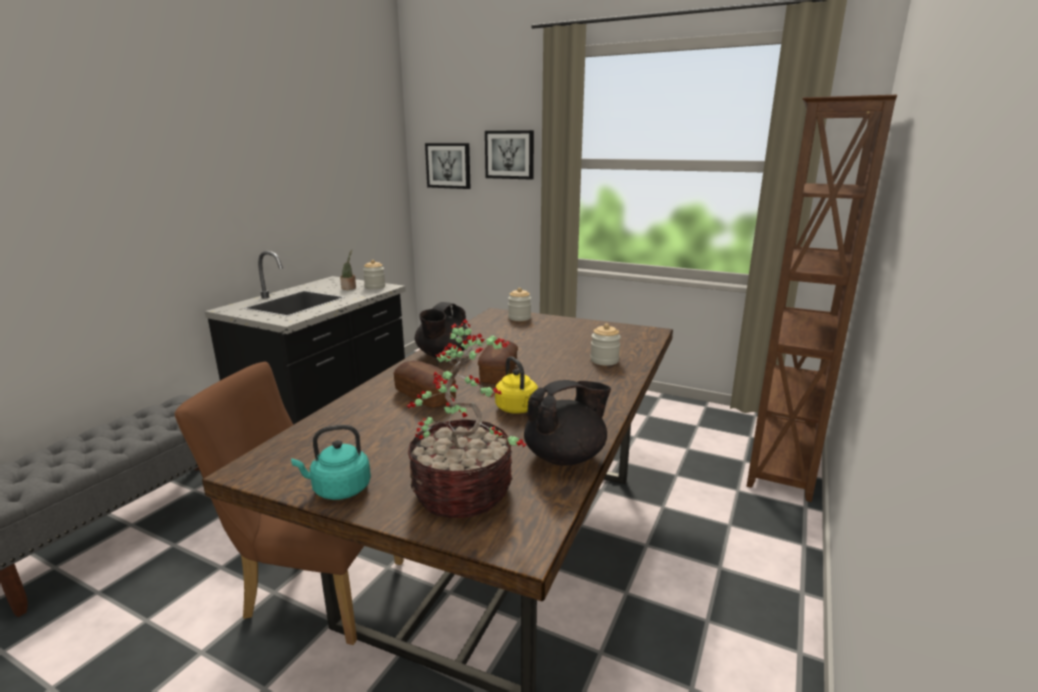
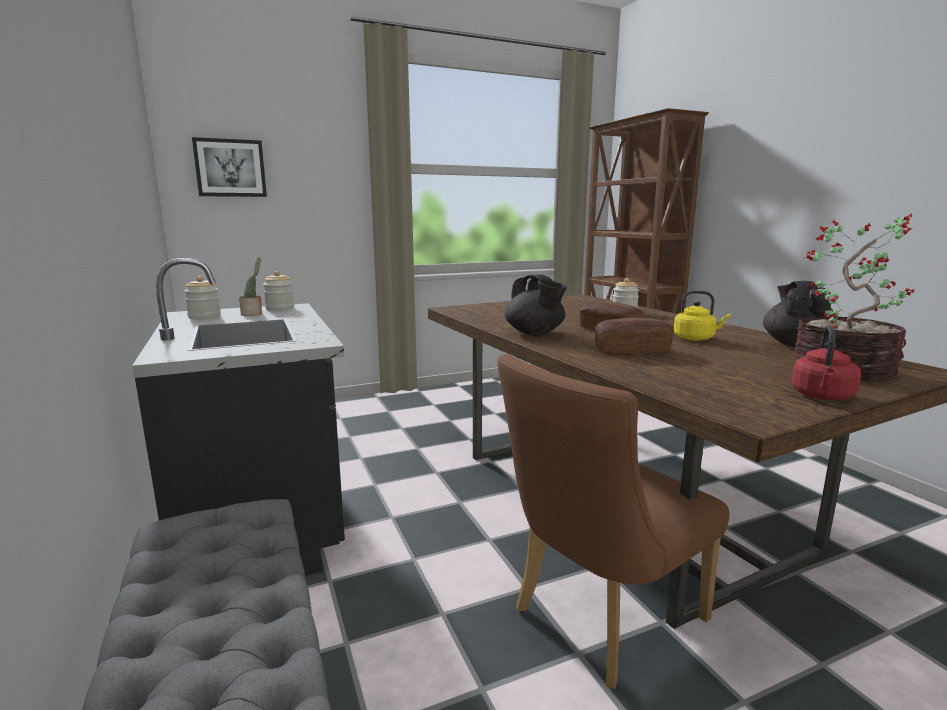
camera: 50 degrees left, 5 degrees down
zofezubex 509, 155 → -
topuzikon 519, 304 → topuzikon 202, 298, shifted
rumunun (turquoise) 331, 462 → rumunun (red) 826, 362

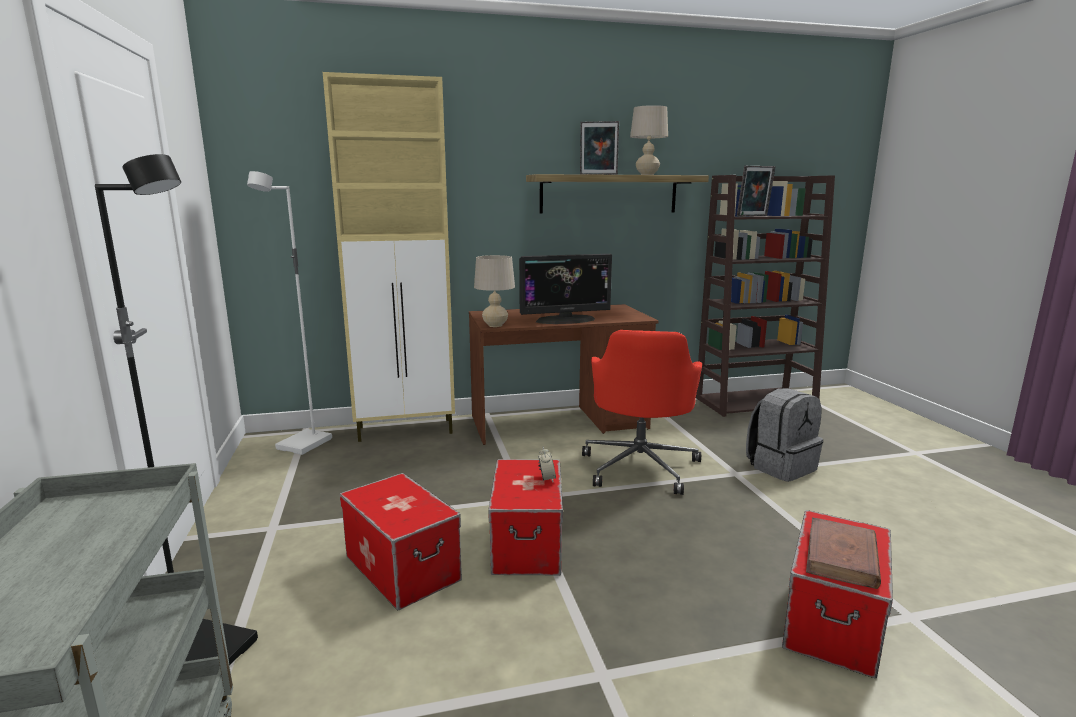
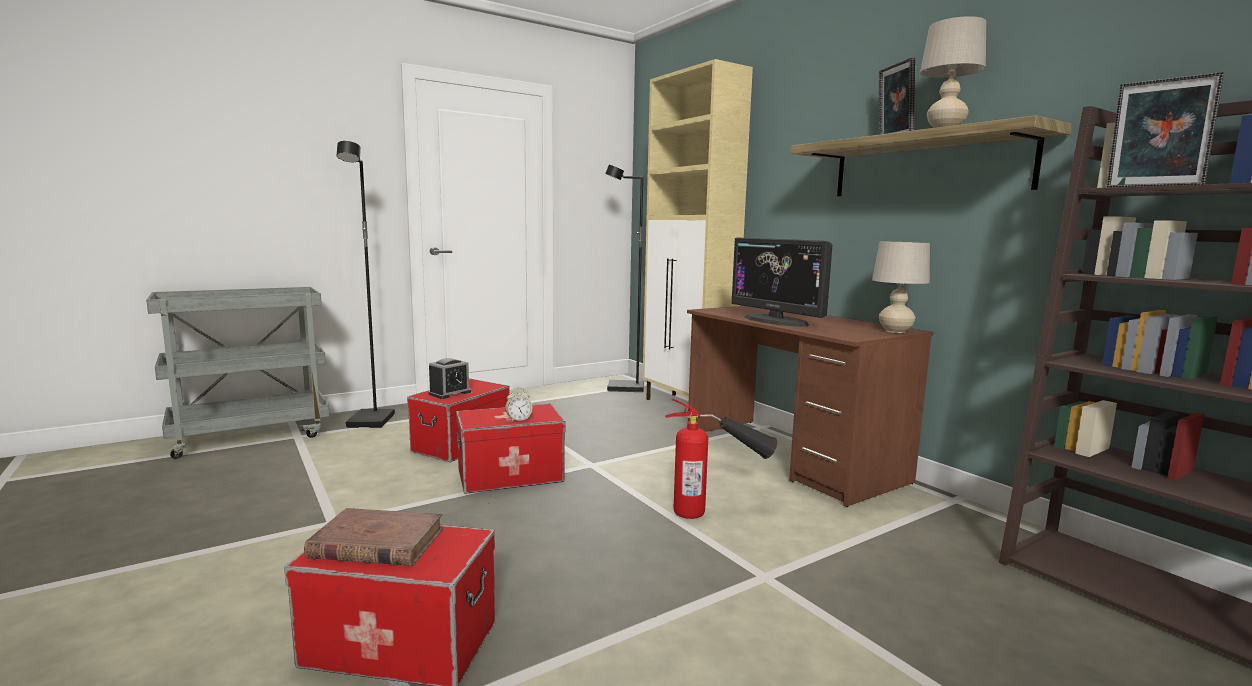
camera: 70 degrees right, 5 degrees down
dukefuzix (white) 289, 313 → dukefuzix (black) 624, 278
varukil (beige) 494, 291 → varukil (beige) 901, 287, shifted
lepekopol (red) 642, 412 → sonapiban 721, 458
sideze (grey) 784, 435 → -
- → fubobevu 449, 378

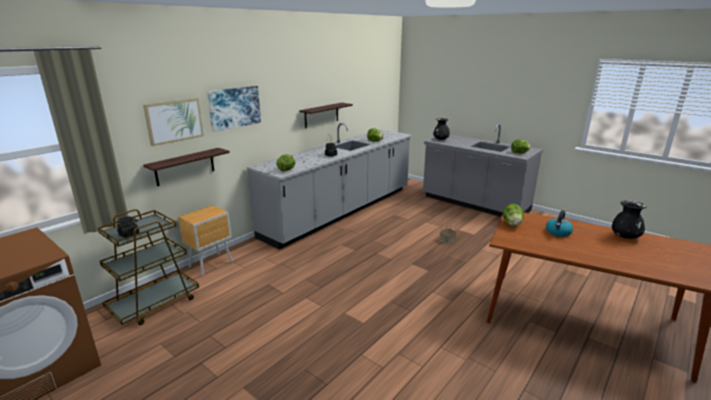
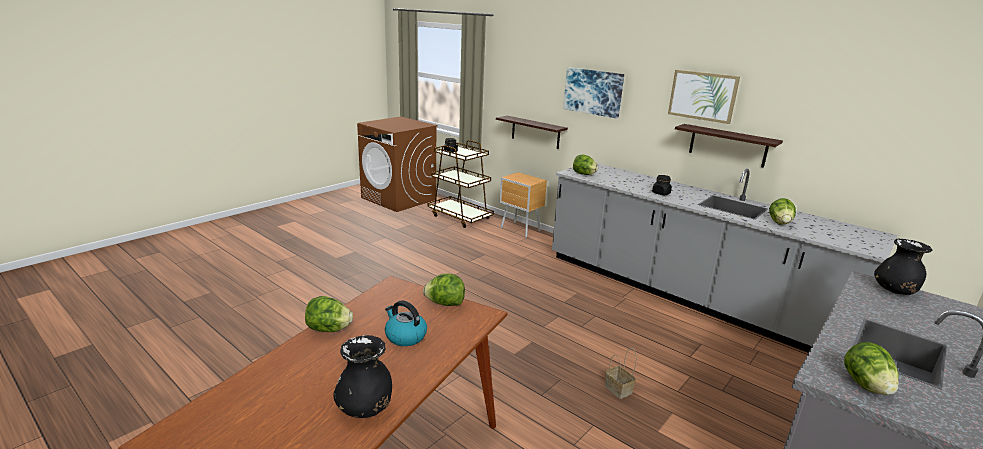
camera: 90 degrees right, 0 degrees up
zofezubex 173, 122 → zofezubex 704, 97, shifted
- → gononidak 329, 314

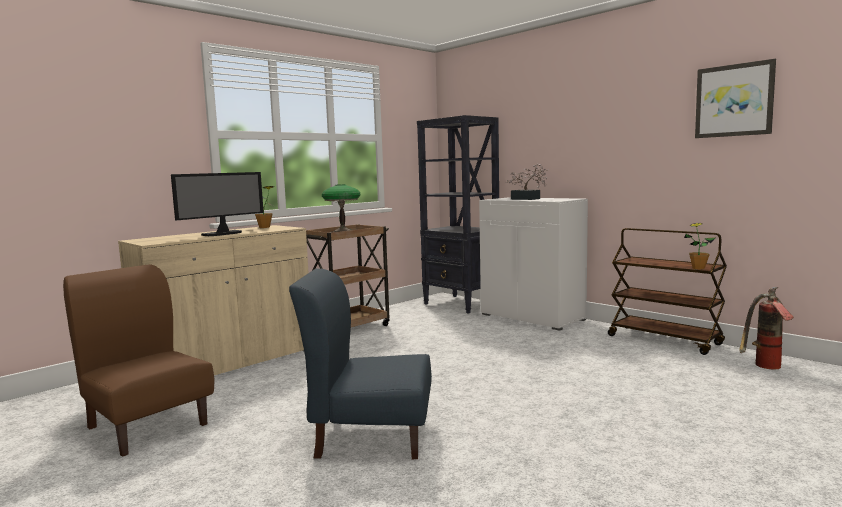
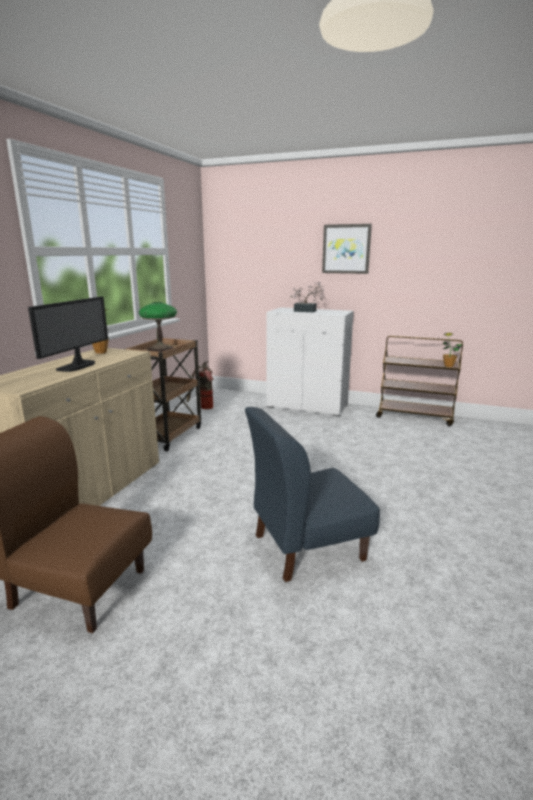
camera: 25 degrees left, 10 degrees up
zofezubex 735, 98 → zofezubex 347, 249, shifted
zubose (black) 458, 214 → -
sonapiban 766, 328 → sonapiban 200, 385, shifted

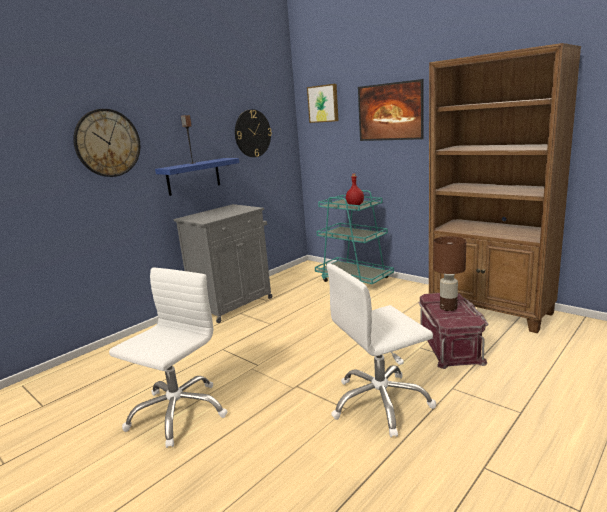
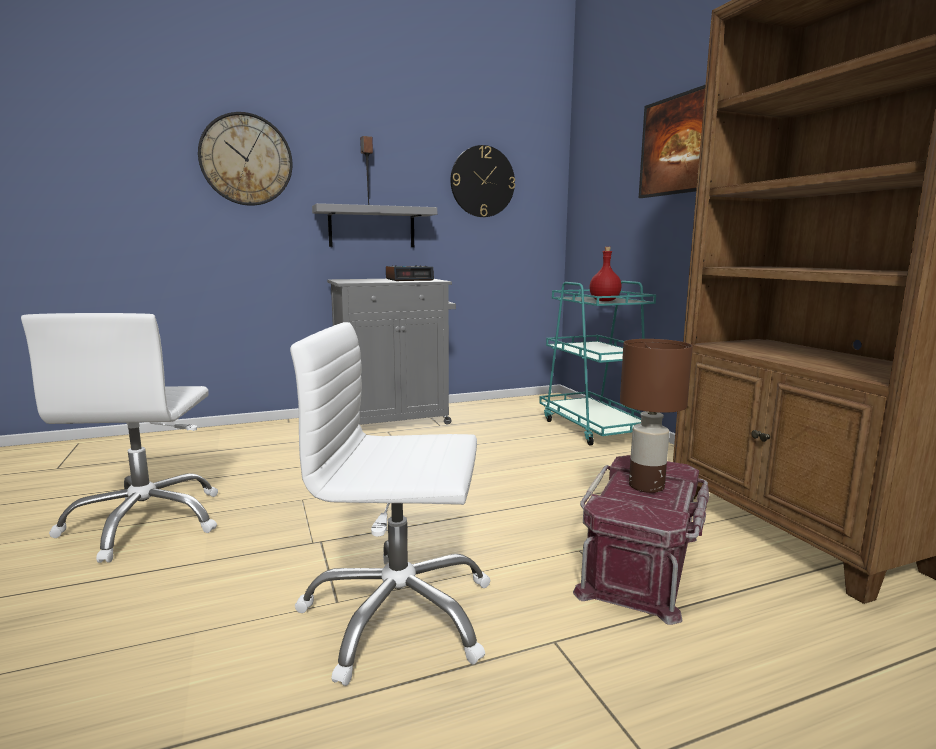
camera: 25 degrees right, 5 degrees down
zofezubex 323, 103 → -
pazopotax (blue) 197, 177 → pazopotax (grey) 374, 225
lepekopol (white) 168, 357 → lepekopol (white) 119, 438, 120 degrees clockwise
- → fubobevu 410, 273

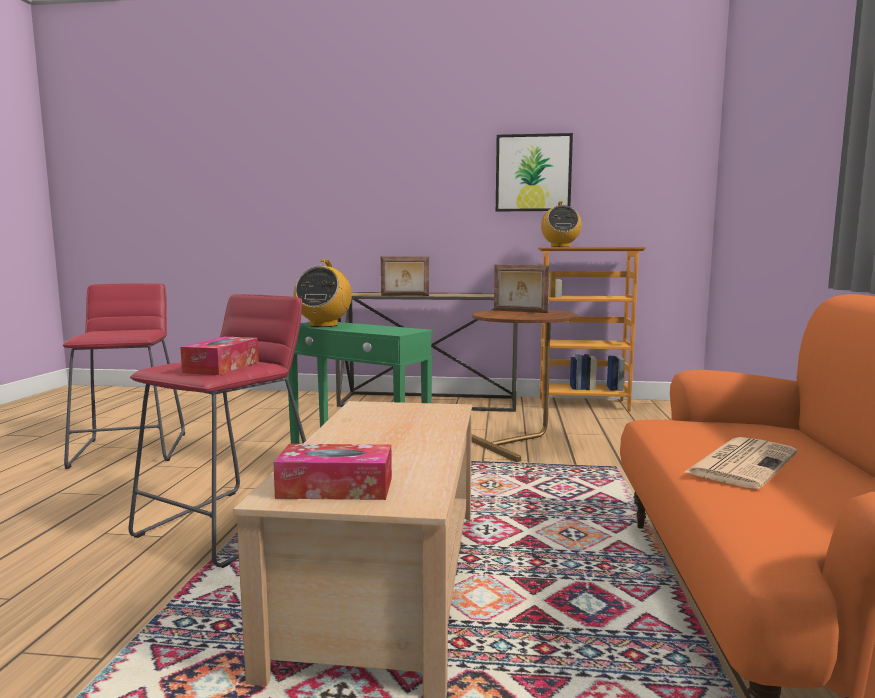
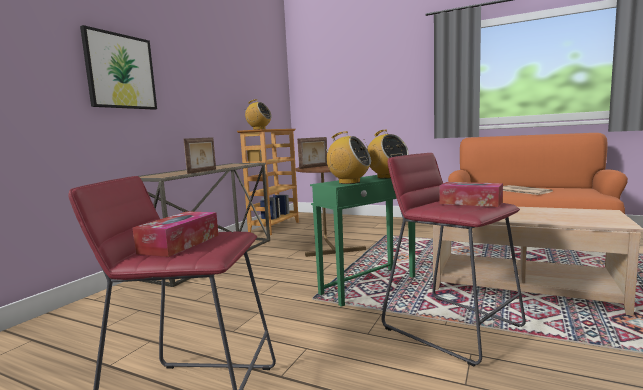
camera: 70 degrees left, 0 degrees up
zofezubex 534, 172 → zofezubex 118, 67, shifted
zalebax 332, 472 → zalebax 176, 234, shifted
- → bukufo 385, 154

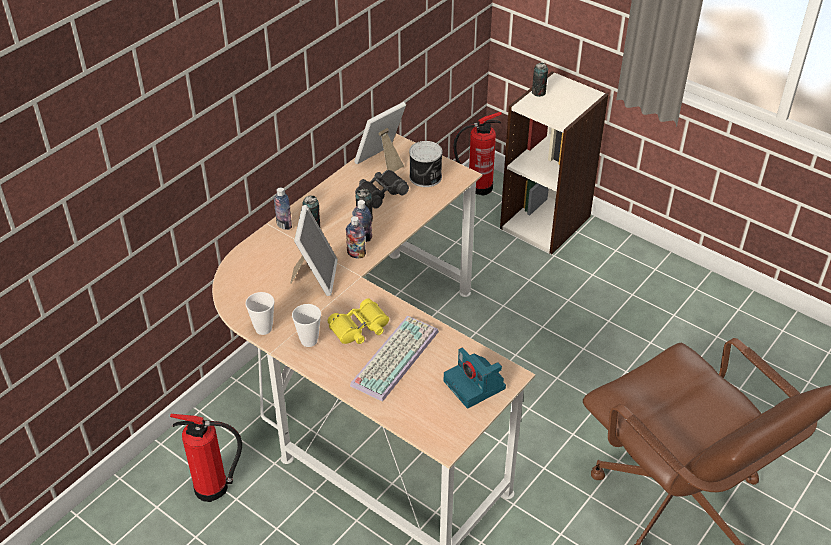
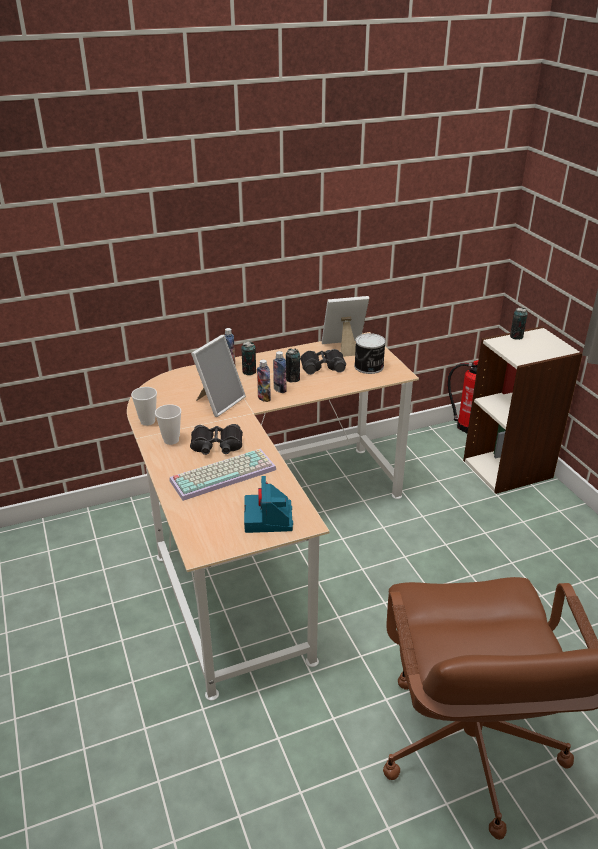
camera: 30 degrees right, 10 degrees down
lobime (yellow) 358, 321 → lobime (black) 216, 439
sonapiban 206, 458 → -

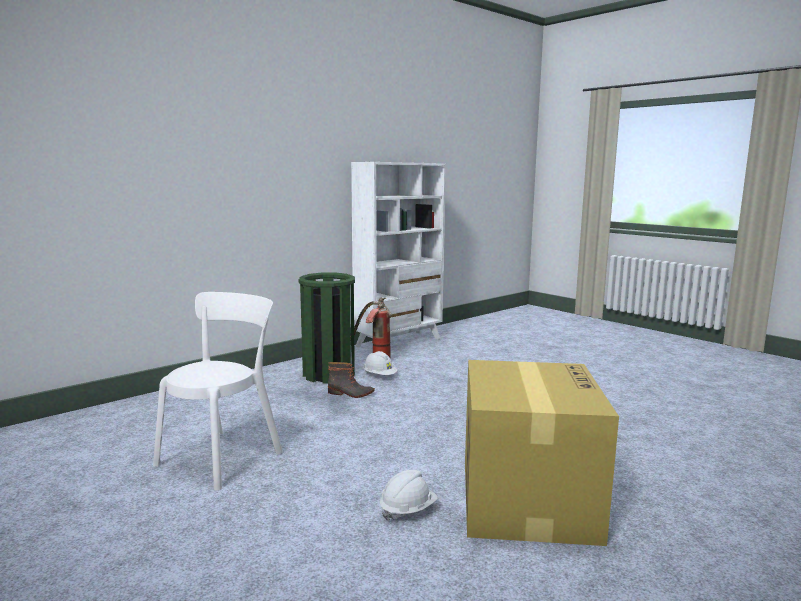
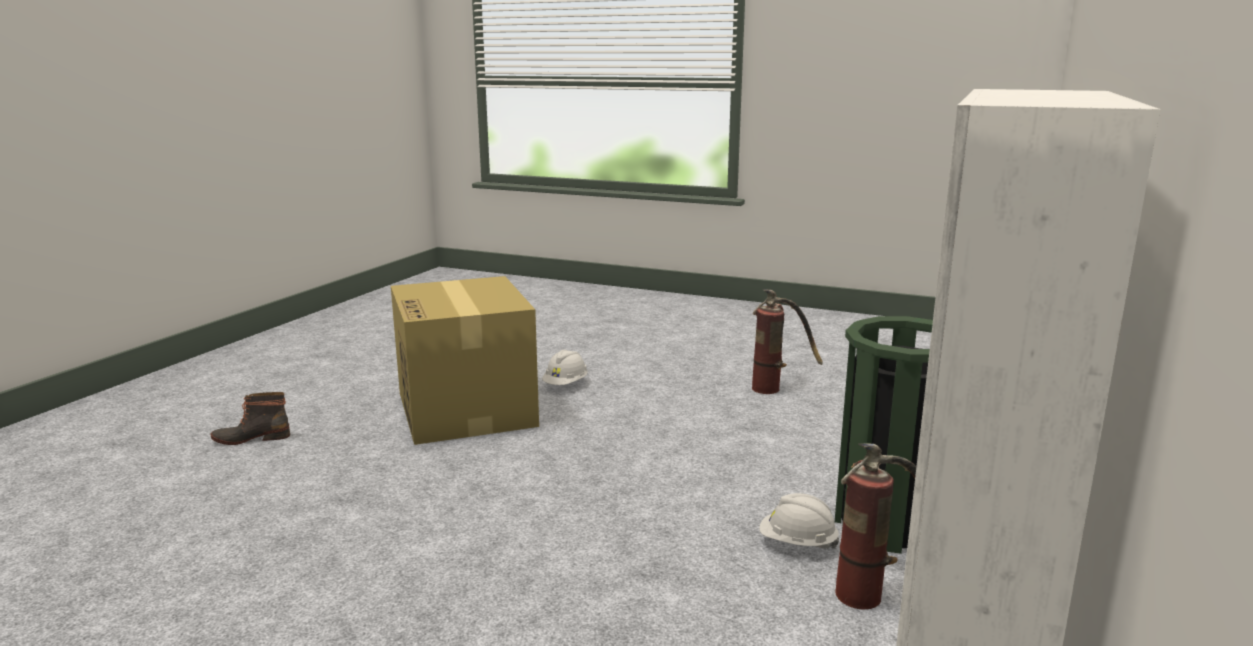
camera: 155 degrees right, 5 degrees up
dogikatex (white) 218, 391 → sonapiban 787, 341
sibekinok 351, 380 → sibekinok 250, 418, shifted

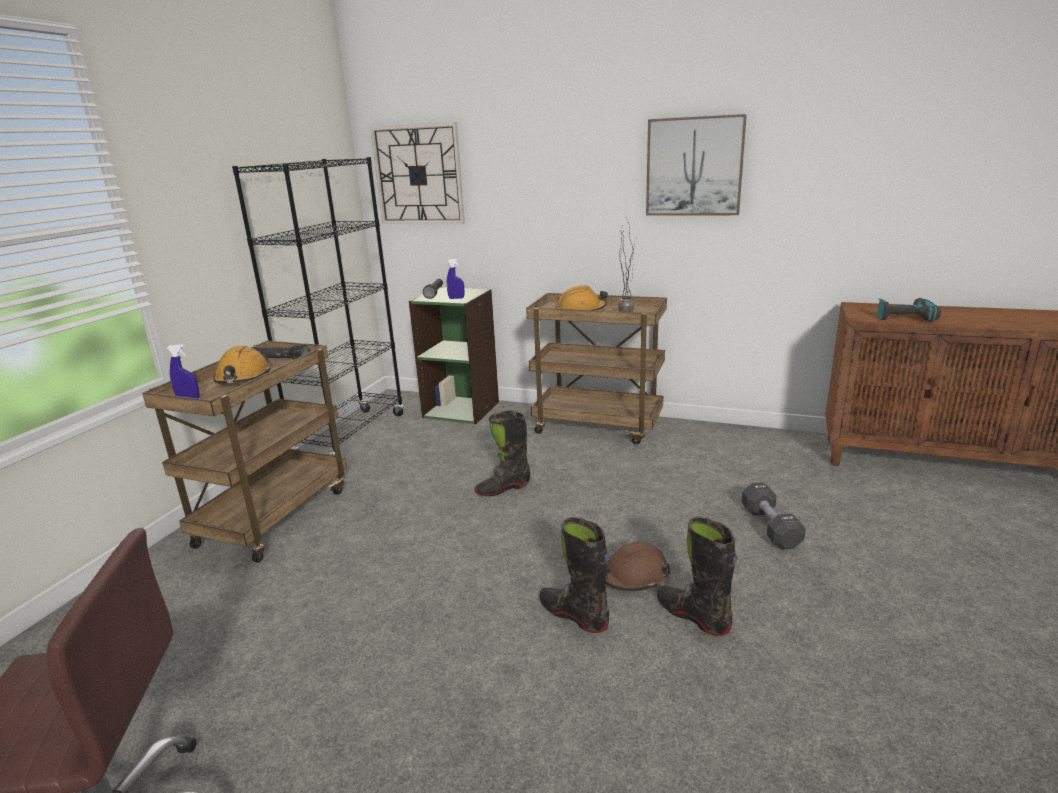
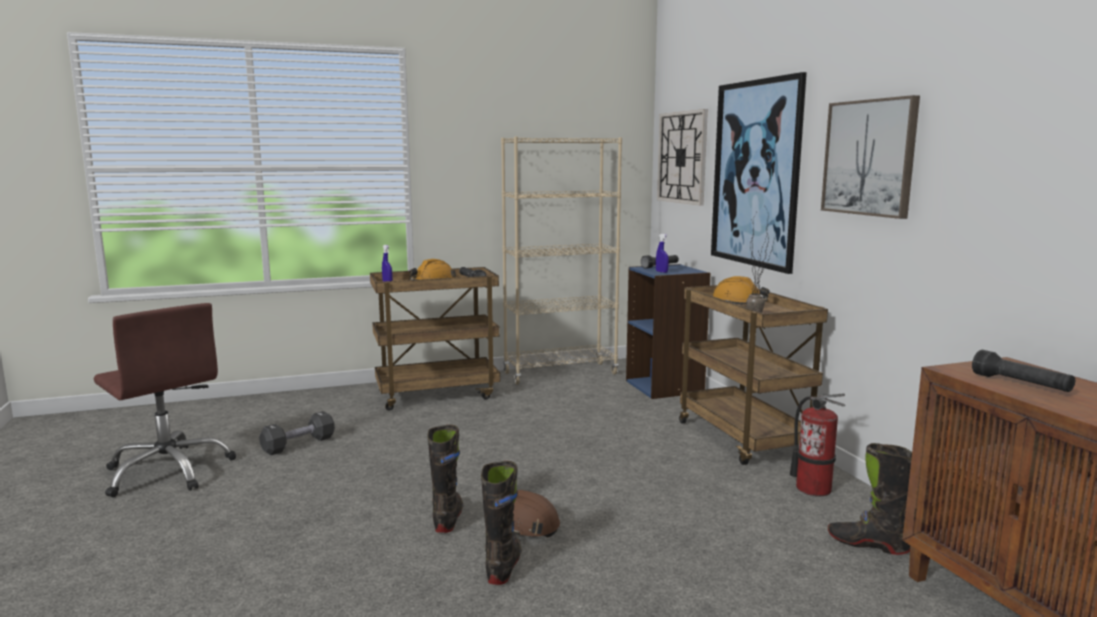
camera: 50 degrees right, 10 degrees down
zubose (black) 318, 306 → zubose (beige) 561, 261
zubose (green) 454, 355 → zubose (blue) 668, 331
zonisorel 908, 309 → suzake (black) 1023, 371
sibekinok (black) 502, 453 → sibekinok (black) 870, 499, shifted
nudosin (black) 774, 516 → nudosin (black) 297, 433, shifted
- → zofezubex 759, 173
- → sonapiban 817, 444

